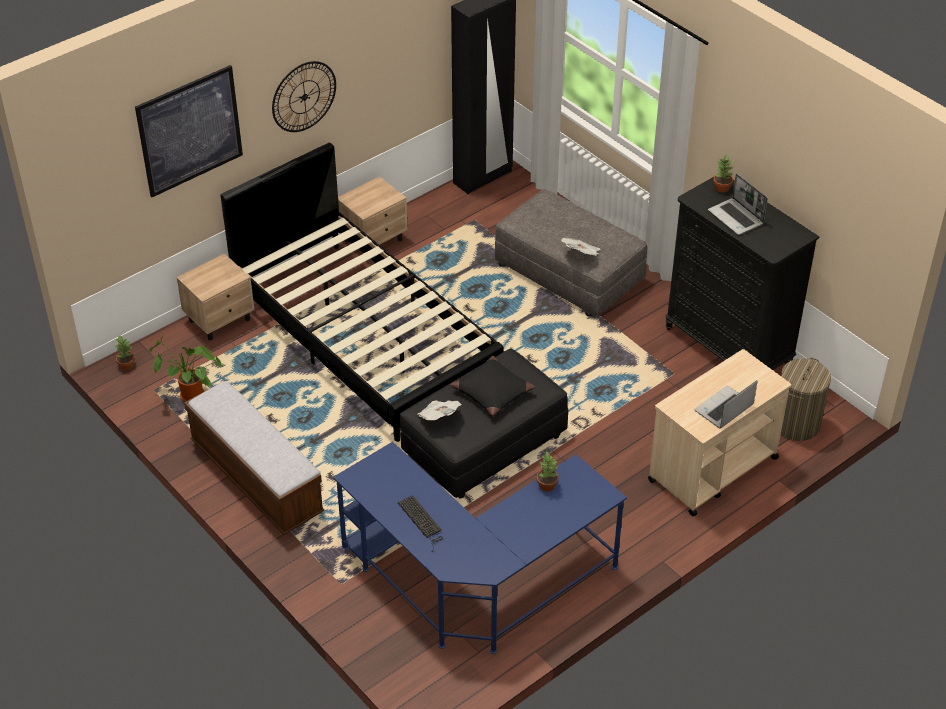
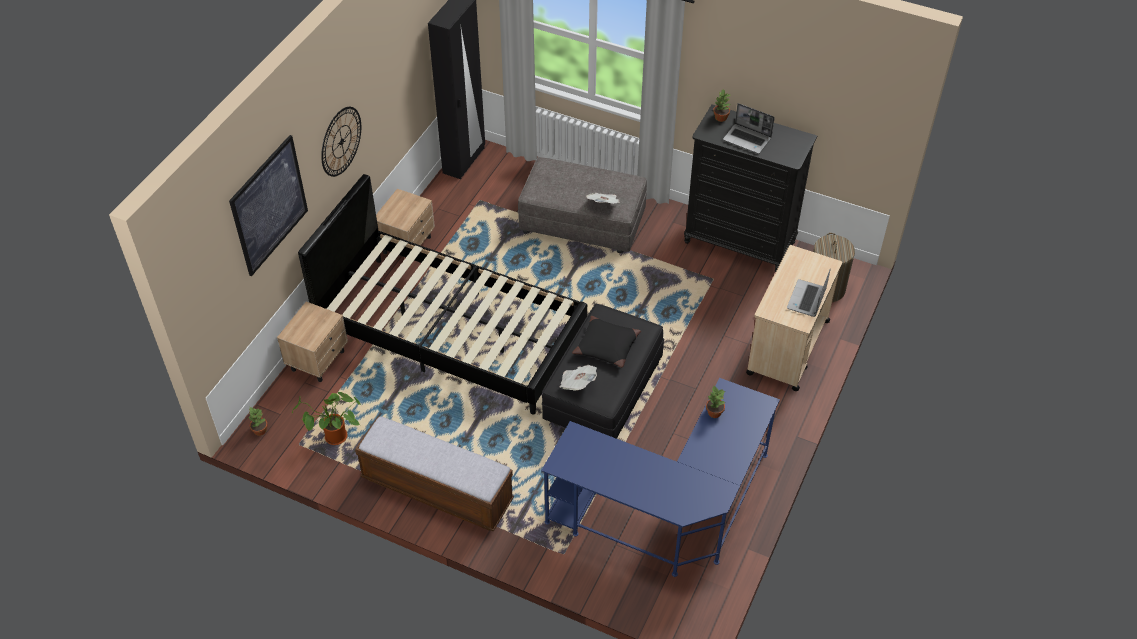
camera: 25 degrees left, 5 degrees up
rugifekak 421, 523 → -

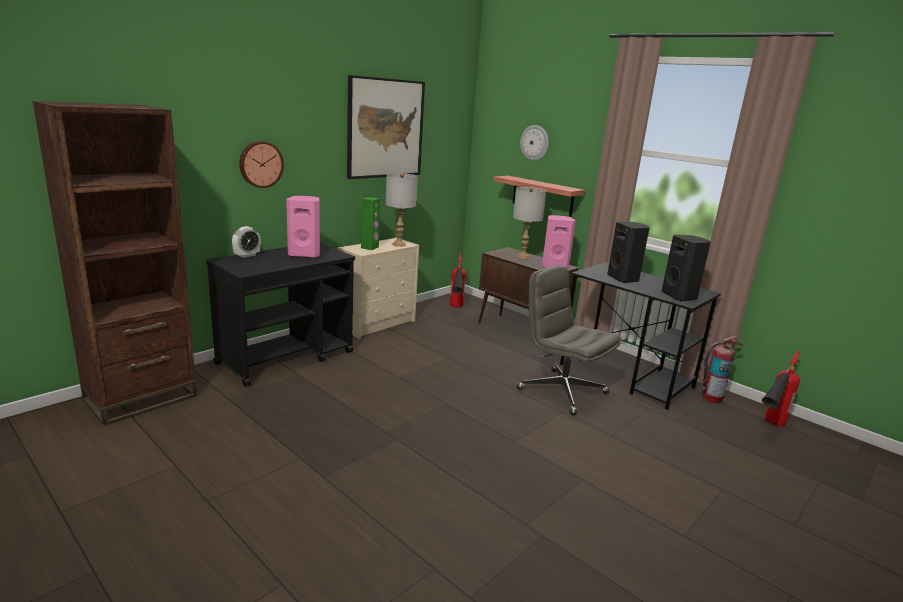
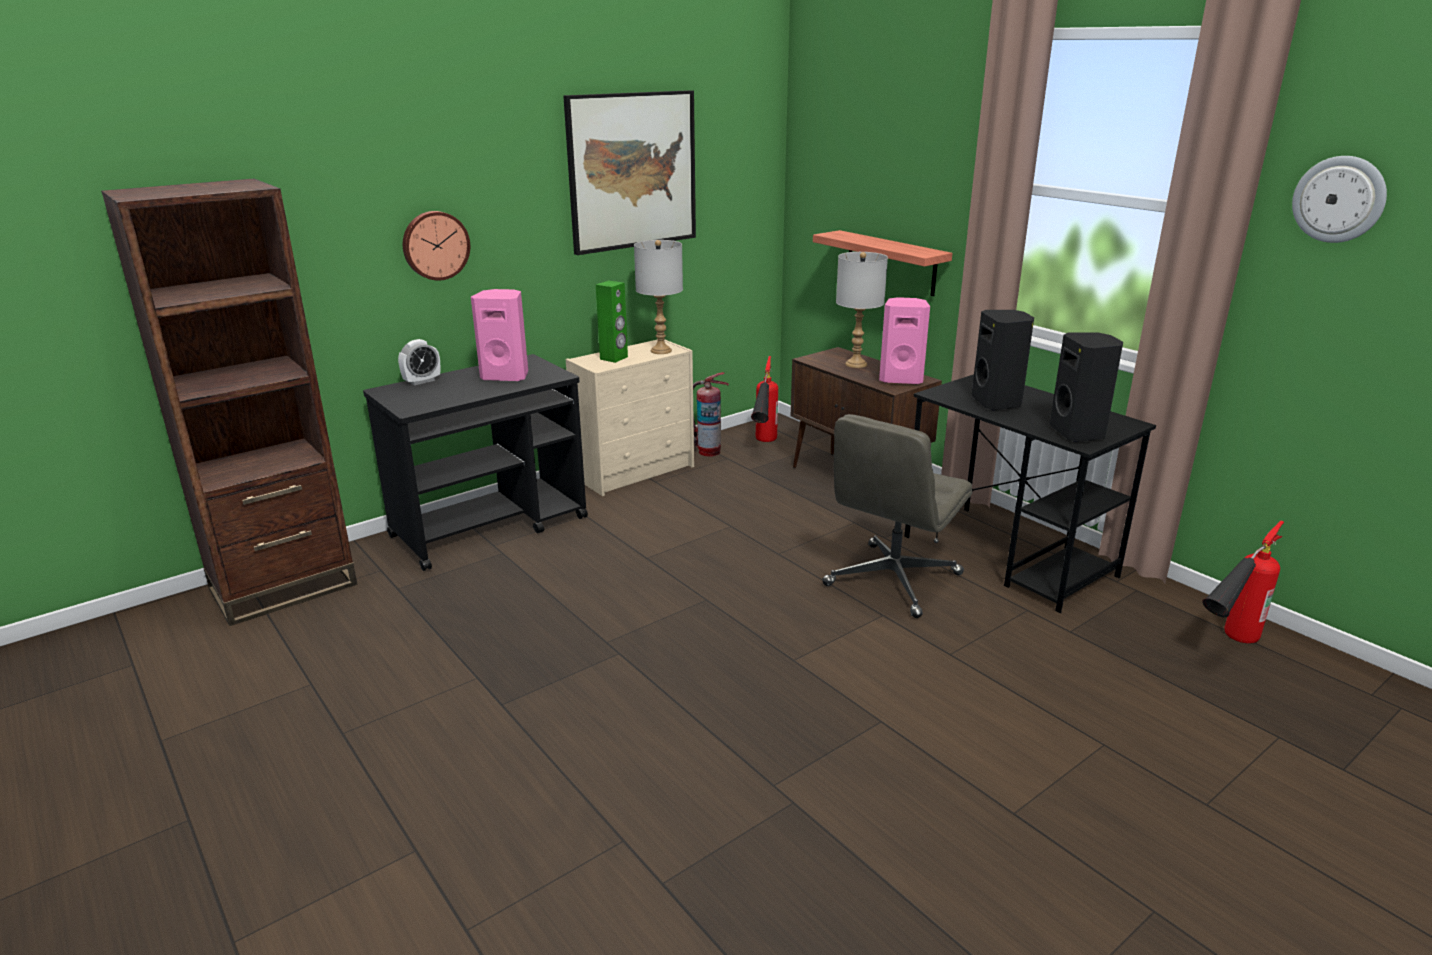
camera: 10 degrees right, 5 degrees up
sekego 534, 143 → sekego 1339, 199, shifted
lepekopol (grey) 569, 340 → lepekopol (grey) 897, 516, 105 degrees counterclockwise
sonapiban 722, 369 → sonapiban 711, 414, shifted

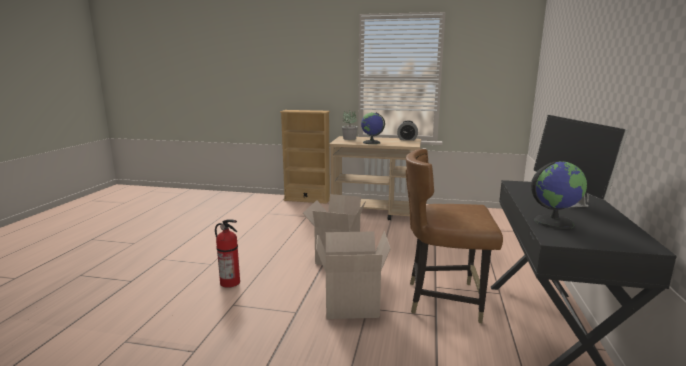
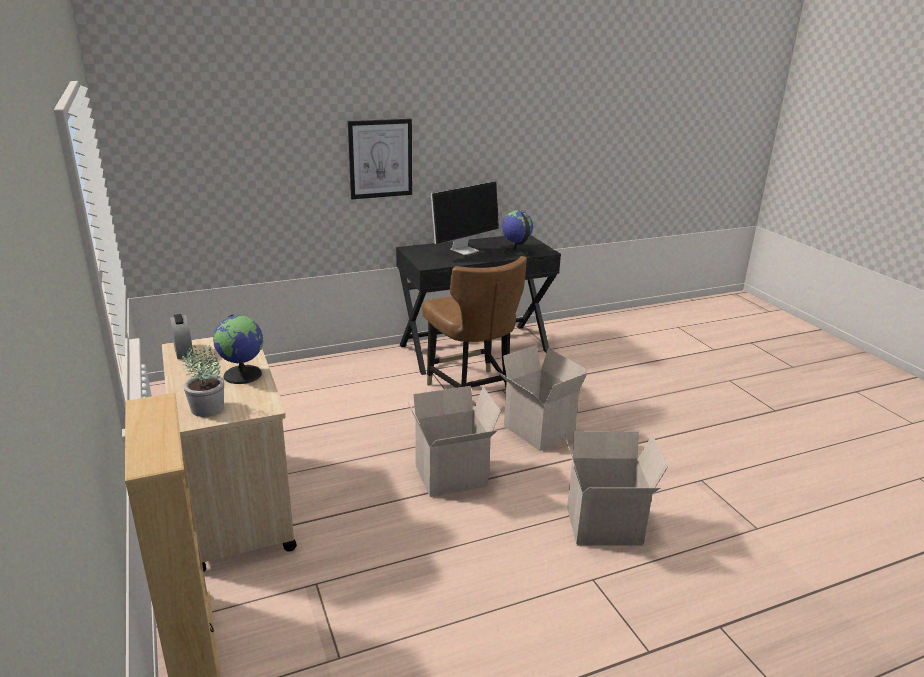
camera: 125 degrees left, 10 degrees up
sonapiban 227, 253 → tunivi 616, 488
- → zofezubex 380, 159

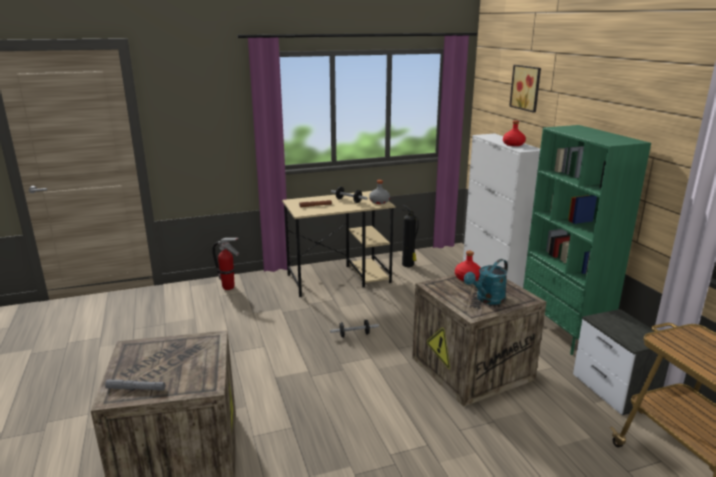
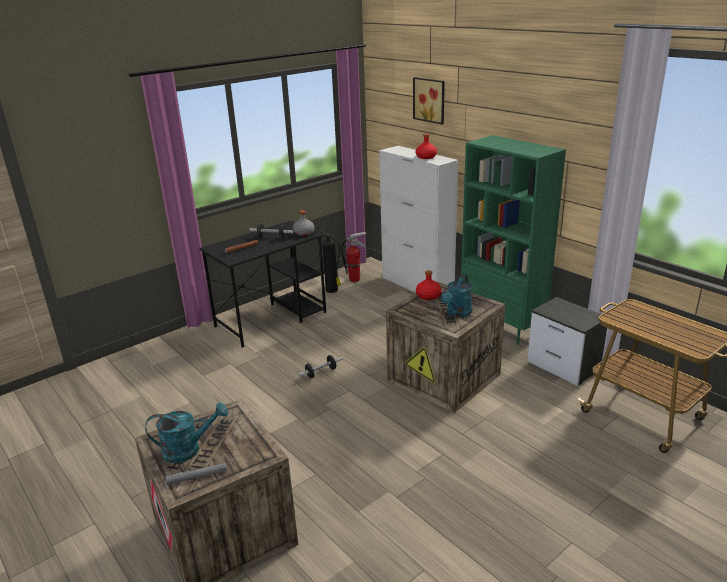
camera: 20 degrees left, 5 degrees up
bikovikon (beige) 339, 244 → bikovikon (black) 262, 284
sonapiban 225, 263 → sonapiban 354, 257, shifted
- → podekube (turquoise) 186, 432

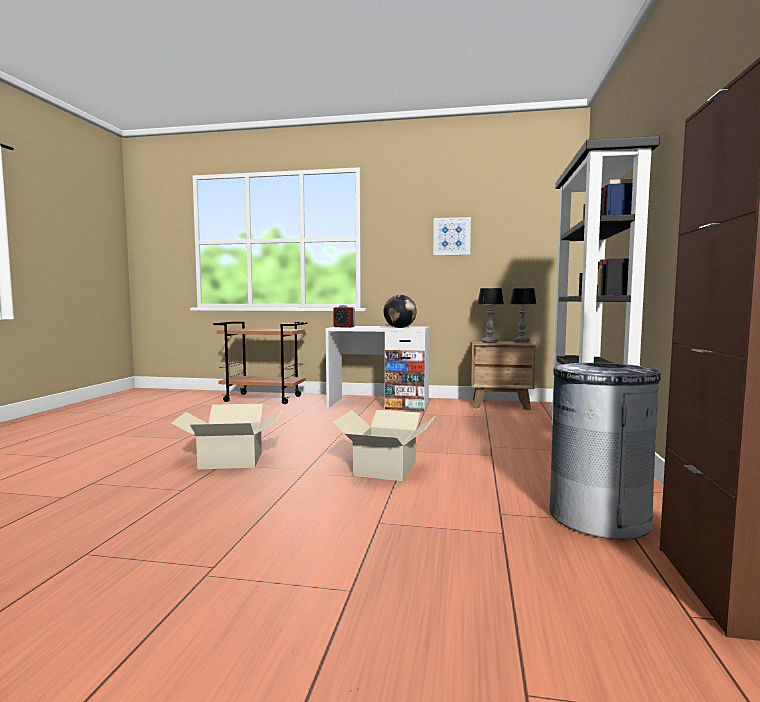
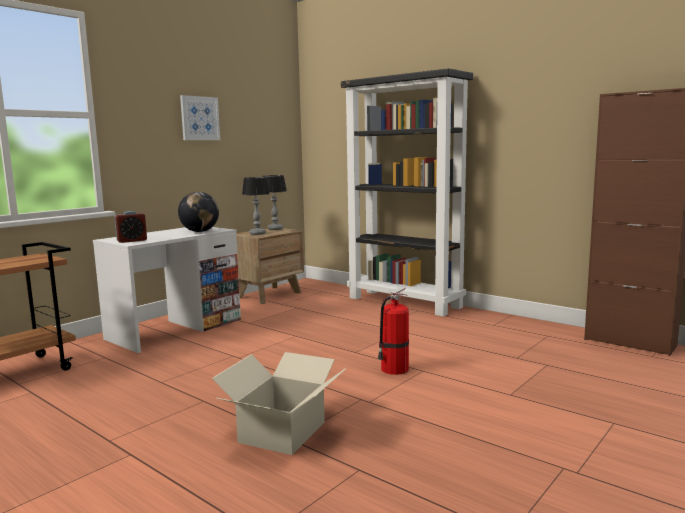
camera: 60 degrees left, 5 degrees up
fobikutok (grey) 605, 451 → -
tunivi 384, 445 → sonapiban 393, 331

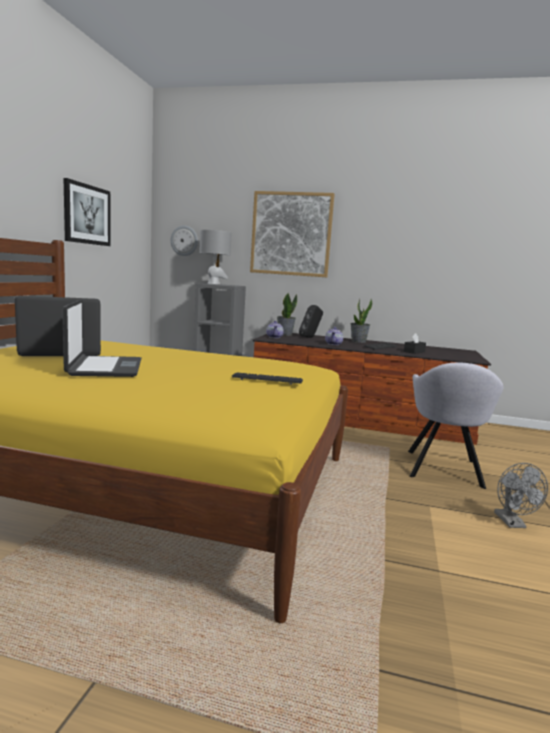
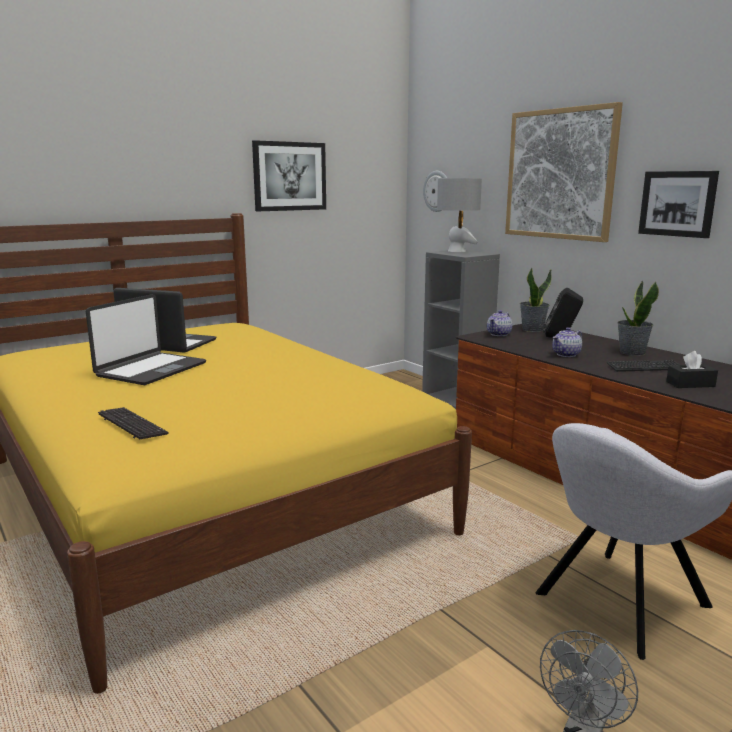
camera: 40 degrees right, 5 degrees up
rugifekak 267, 378 → rugifekak 133, 423, shifted
- → zofezubex 678, 204

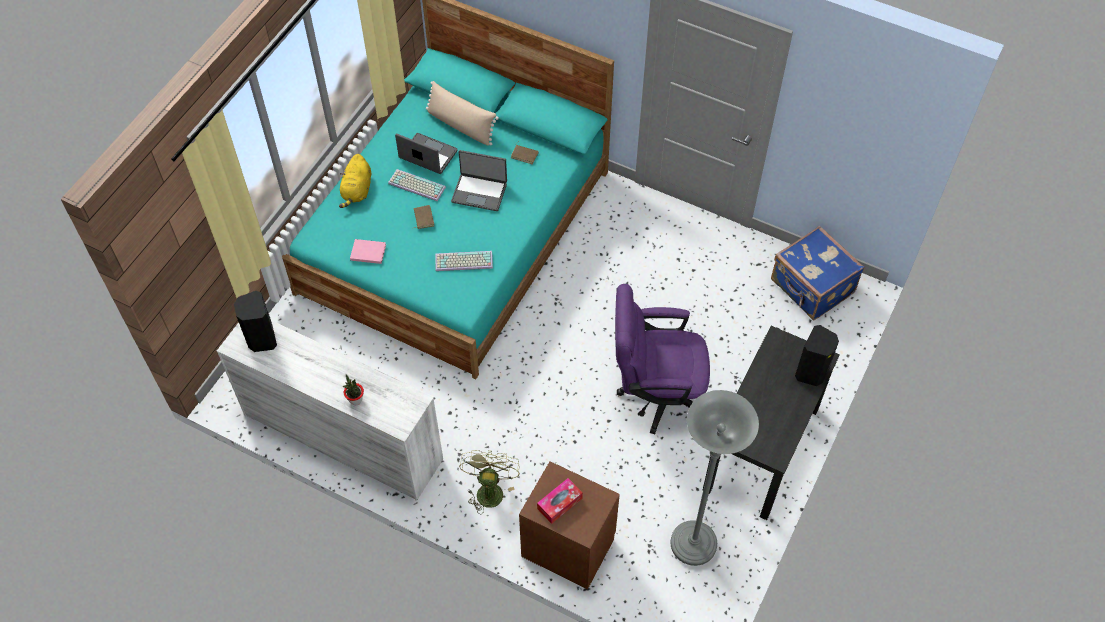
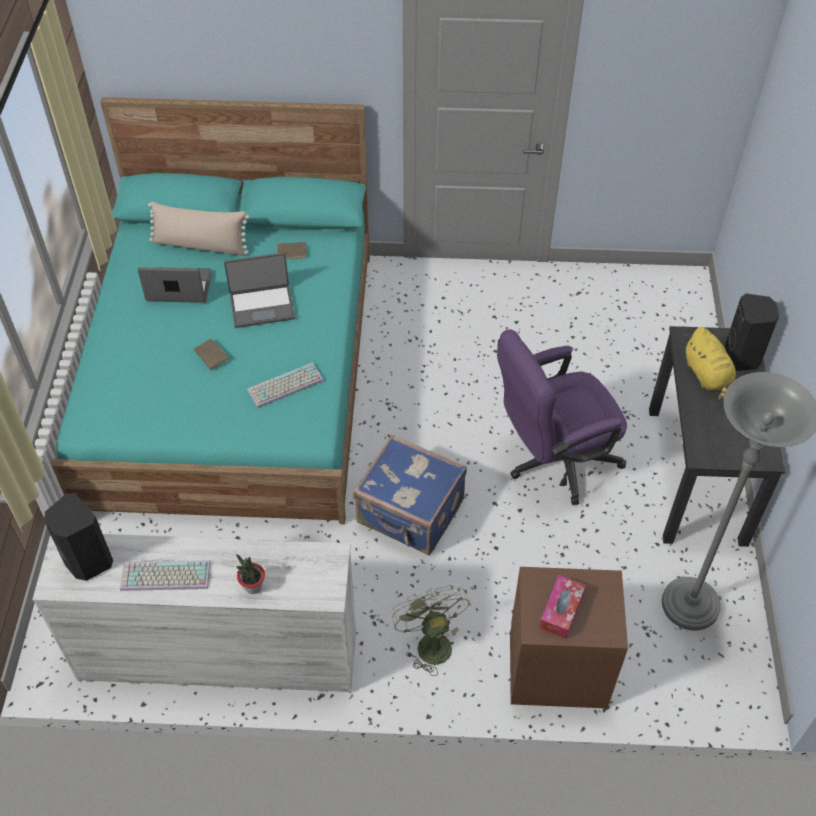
camera: 25 degrees left, 5 degrees down
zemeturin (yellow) 355, 181 → zemeturin (yellow) 711, 364, shifted
rugifekak 417, 185 → rugifekak 165, 575, shifted
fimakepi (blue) 817, 273 → fimakepi (blue) 410, 495, shifted
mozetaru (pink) 368, 251 → -

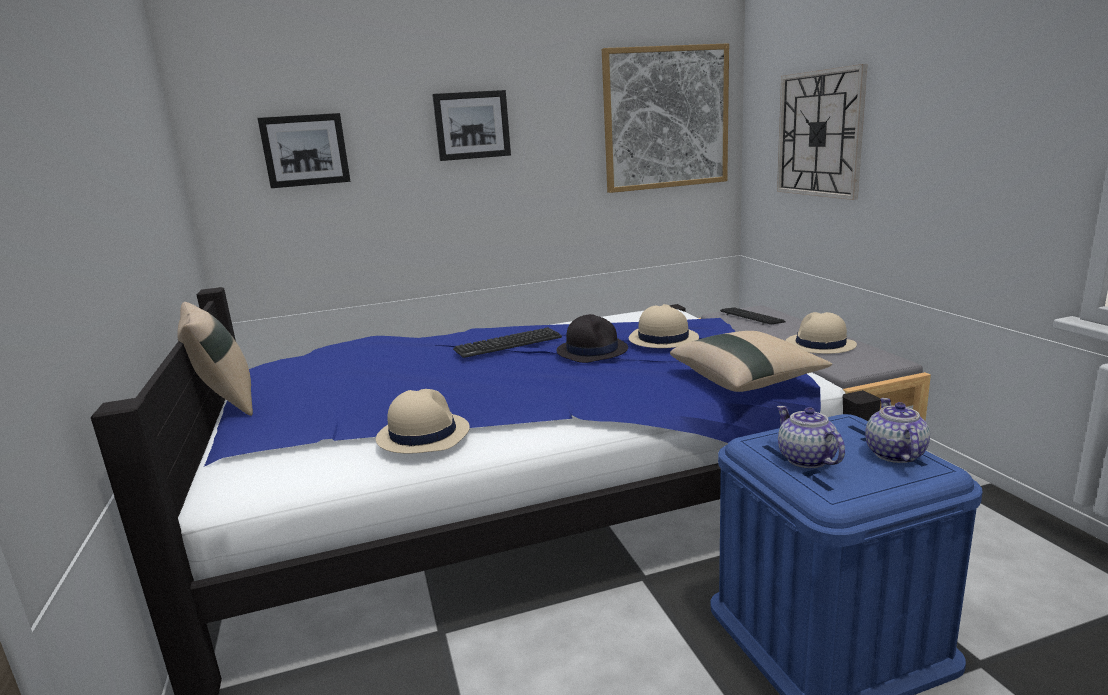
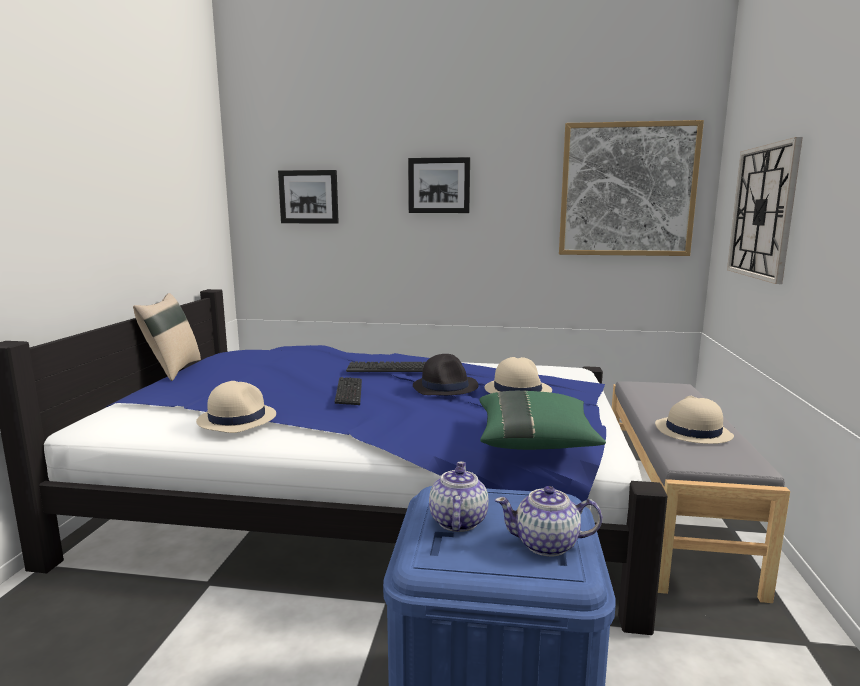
camera: 25 degrees right, 5 degrees down
rugifekak 752, 316 → rugifekak 348, 391, shifted
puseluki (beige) 751, 361 → puseluki (green) 542, 420
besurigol 897, 430 → besurigol 548, 521, 120 degrees counterclockwise

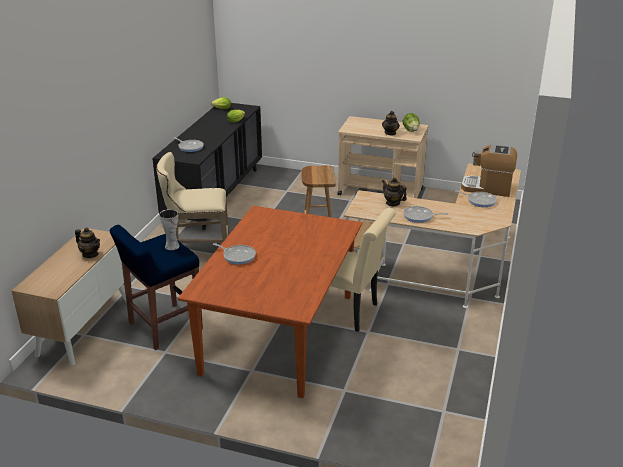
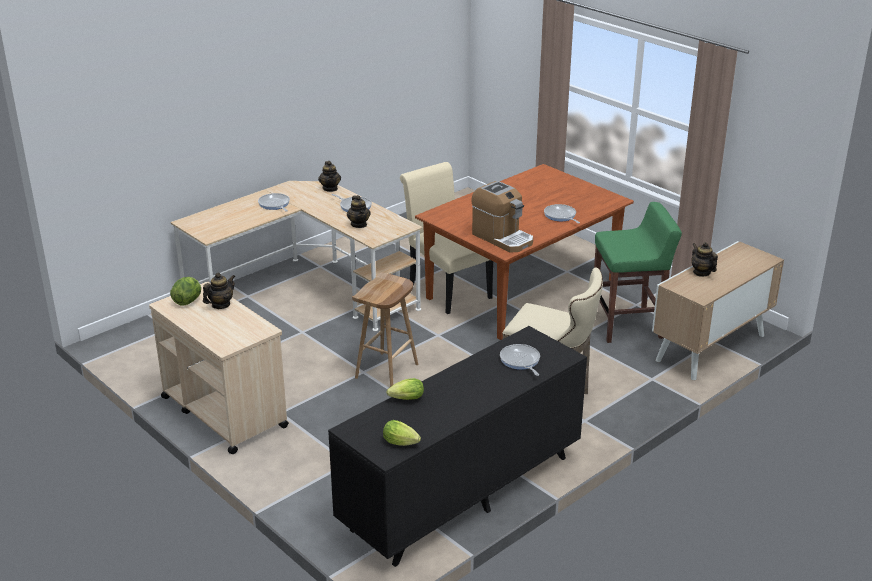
camera: 150 degrees left, 0 degrees up
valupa 489, 170 → valupa 502, 217, shifted
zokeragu 169, 229 → -
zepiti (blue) 156, 287 → zepiti (green) 638, 272
- → besurigol 329, 176

